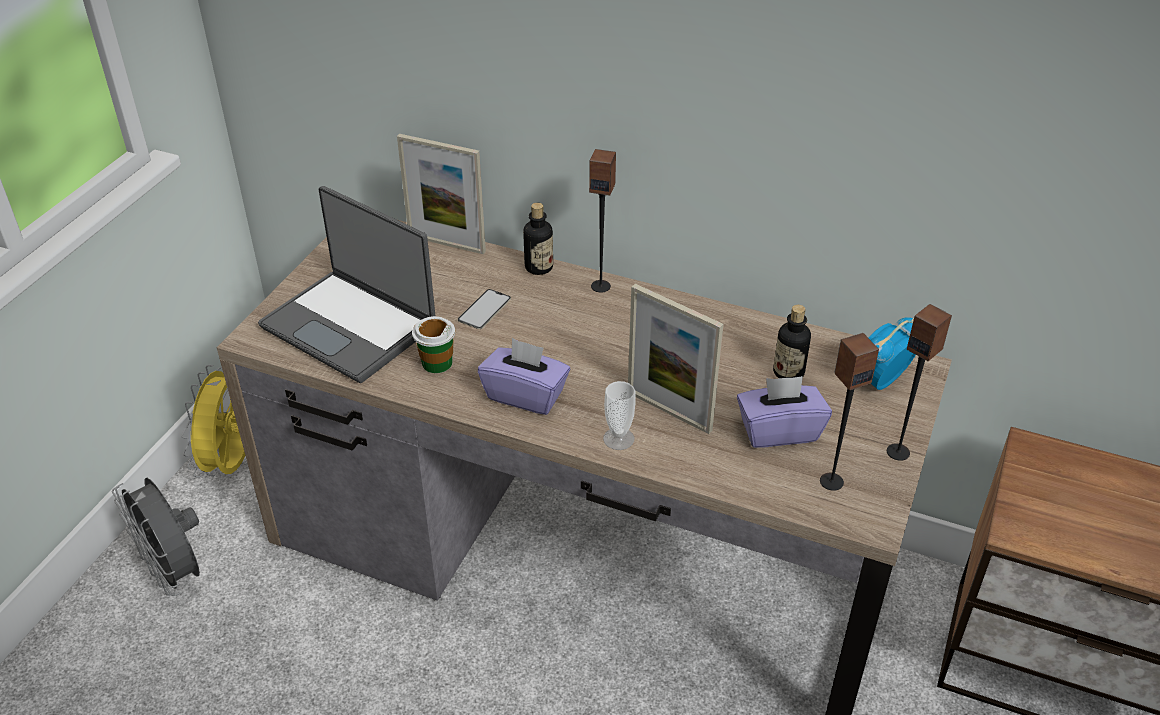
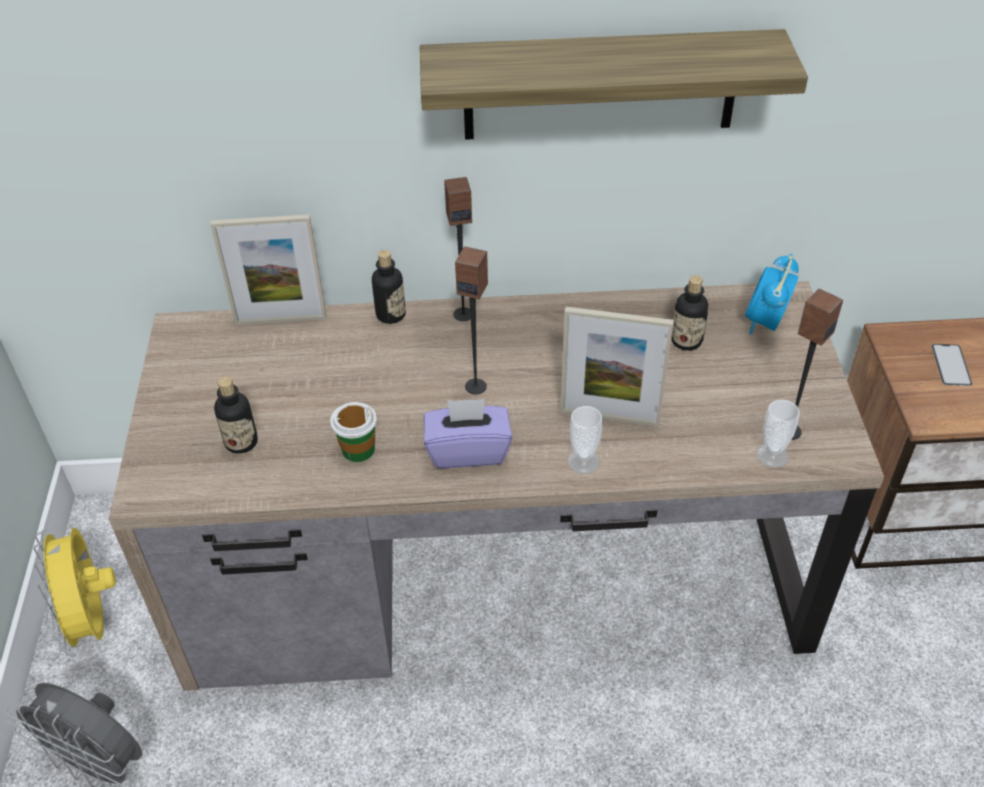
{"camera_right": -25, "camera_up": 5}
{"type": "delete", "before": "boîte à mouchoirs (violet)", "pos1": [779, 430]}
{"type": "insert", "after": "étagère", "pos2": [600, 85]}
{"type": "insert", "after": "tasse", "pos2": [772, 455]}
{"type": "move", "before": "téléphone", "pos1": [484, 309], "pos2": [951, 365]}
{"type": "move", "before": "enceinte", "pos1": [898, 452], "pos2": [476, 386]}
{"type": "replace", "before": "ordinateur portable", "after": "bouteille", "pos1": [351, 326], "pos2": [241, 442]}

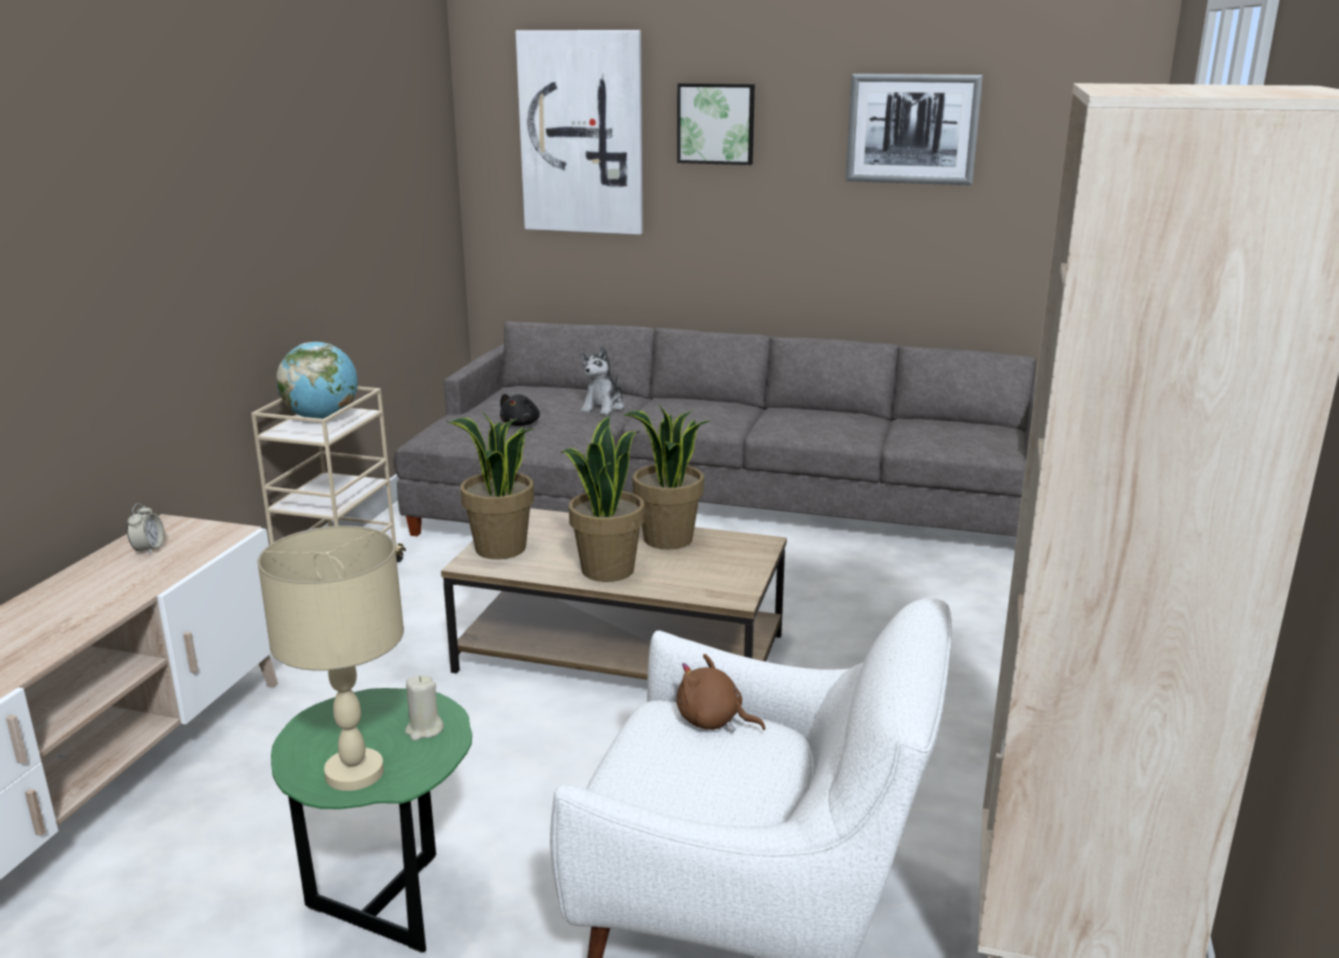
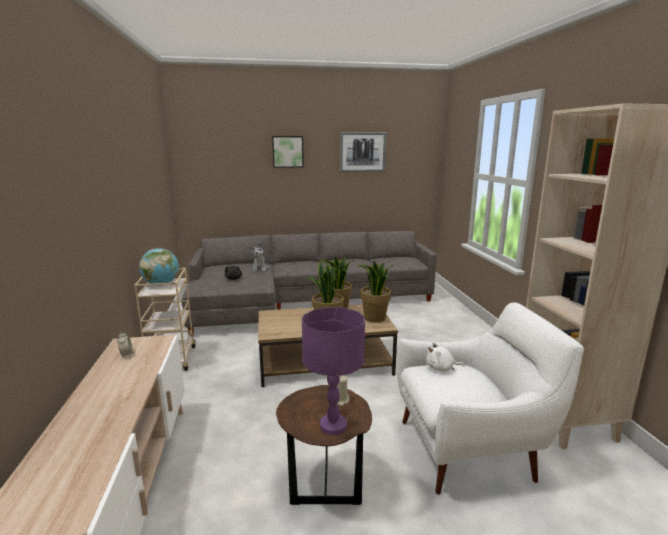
{"camera_right": -25, "camera_up": -5}
{"type": "delete", "before": "tableau", "pos1": [582, 133]}
{"type": "move", "before": "plante en pot", "pos1": [500, 549], "pos2": [374, 318]}
{"type": "recolor", "before": "lampe de table (beige)", "after": "lampe de table (violet)", "pos1": [353, 773], "pos2": [332, 426]}
{"type": "recolor", "before": "table d'appoint (vert)", "after": "table d'appoint (marron)", "pos1": [390, 899], "pos2": [325, 487]}
{"type": "recolor", "before": "peluche (marron)", "after": "peluche (blanc)", "pos1": [713, 721], "pos2": [441, 368]}

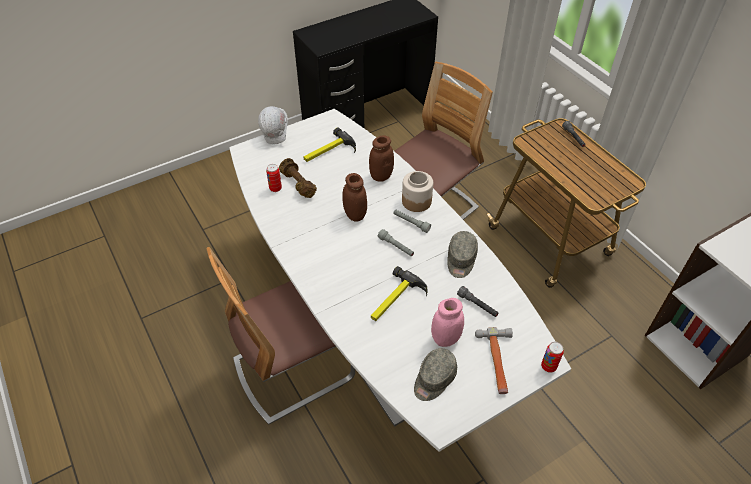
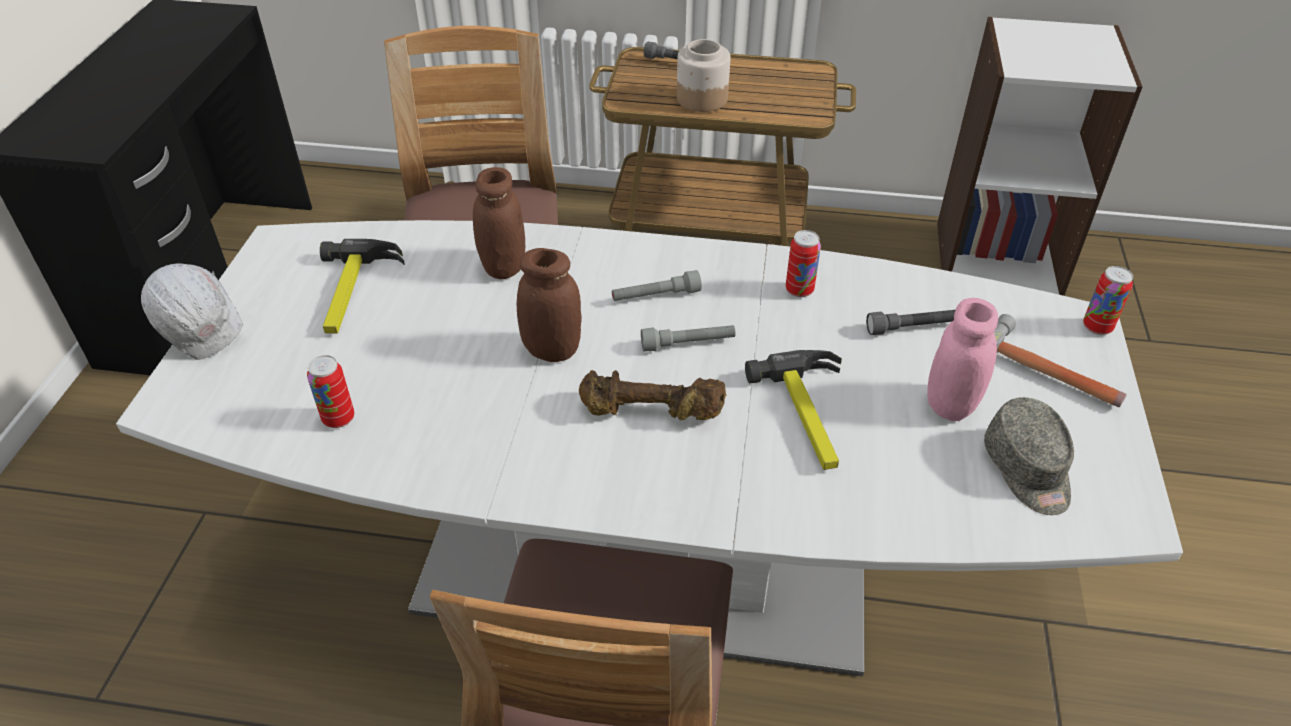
{"camera_right": -50, "camera_up": -5}
{"type": "move", "before": "haltère (marron)", "pos1": [297, 184], "pos2": [651, 412]}
{"type": "move", "before": "bocal", "pos1": [416, 201], "pos2": [701, 99]}
{"type": "replace", "before": "casquette (gris)", "after": "boîte métallique", "pos1": [461, 260], "pos2": [799, 290]}

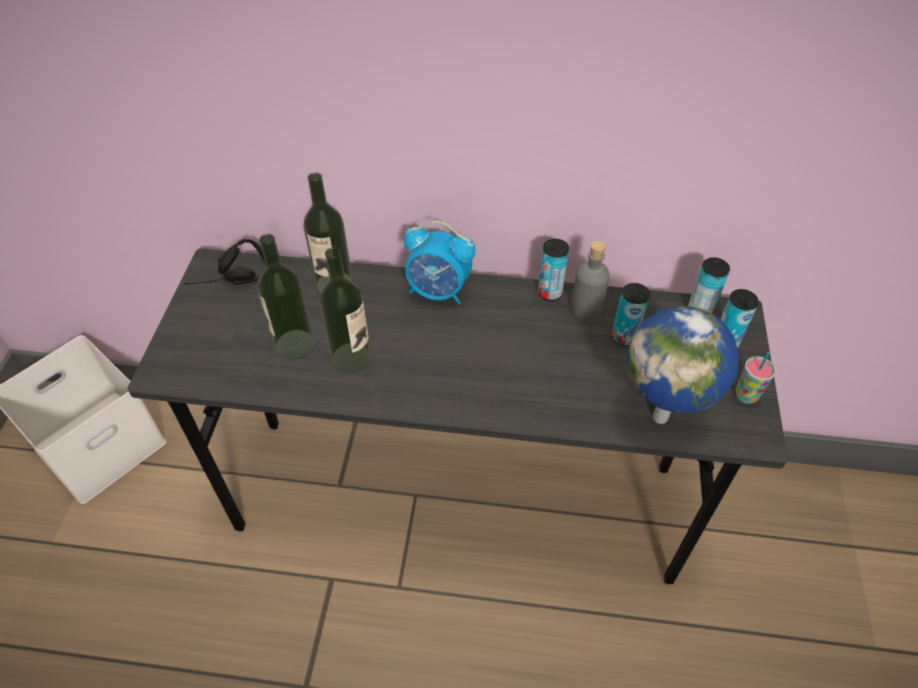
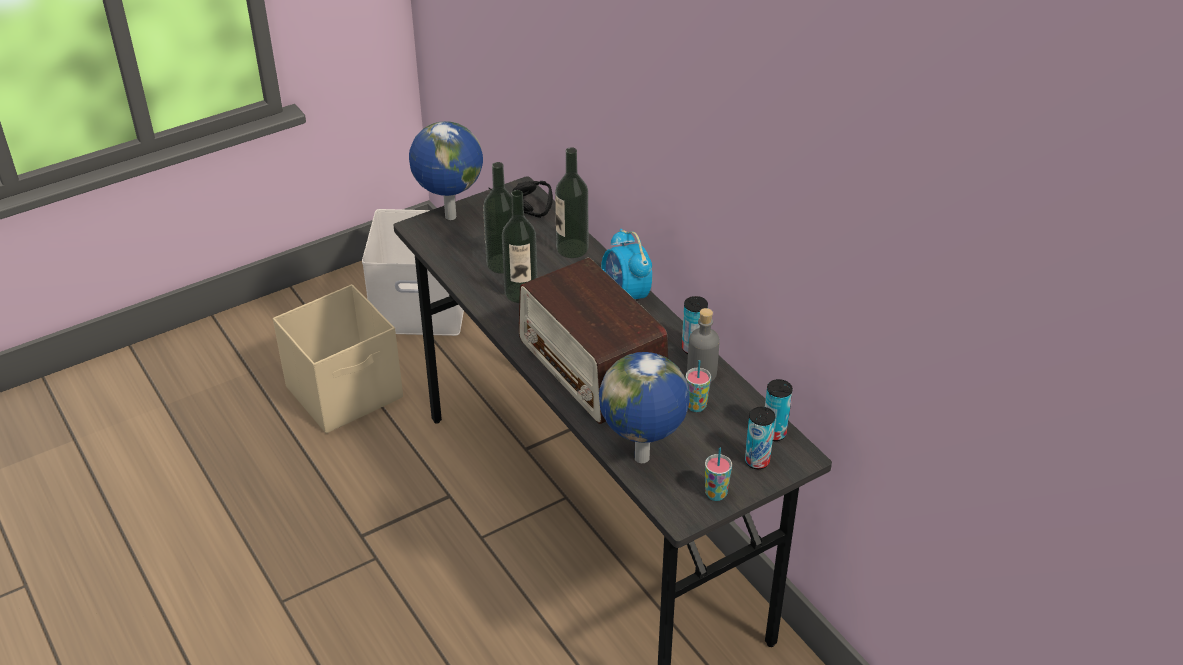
{"camera_right": 50, "camera_up": -10}
{"type": "insert", "after": "boîte de rangement (beige)", "pos2": [346, 393]}
{"type": "insert", "after": "globe", "pos2": [449, 217]}
{"type": "insert", "after": "radio", "pos2": [592, 367]}
{"type": "replace", "before": "boîte métallique", "after": "tasse", "pos1": [624, 337], "pos2": [696, 406]}

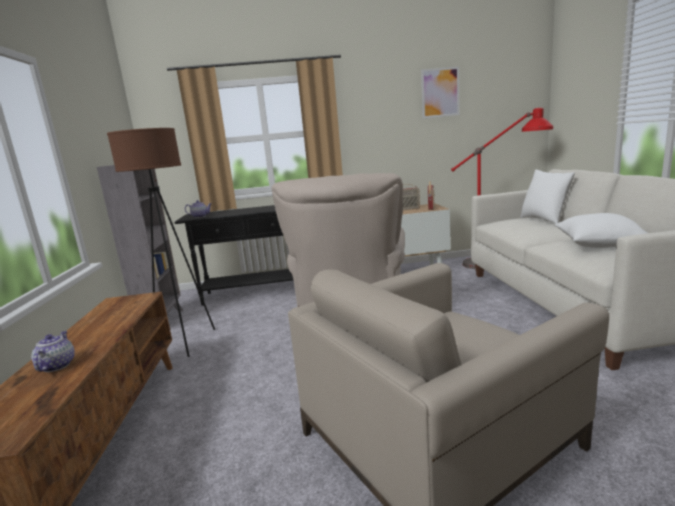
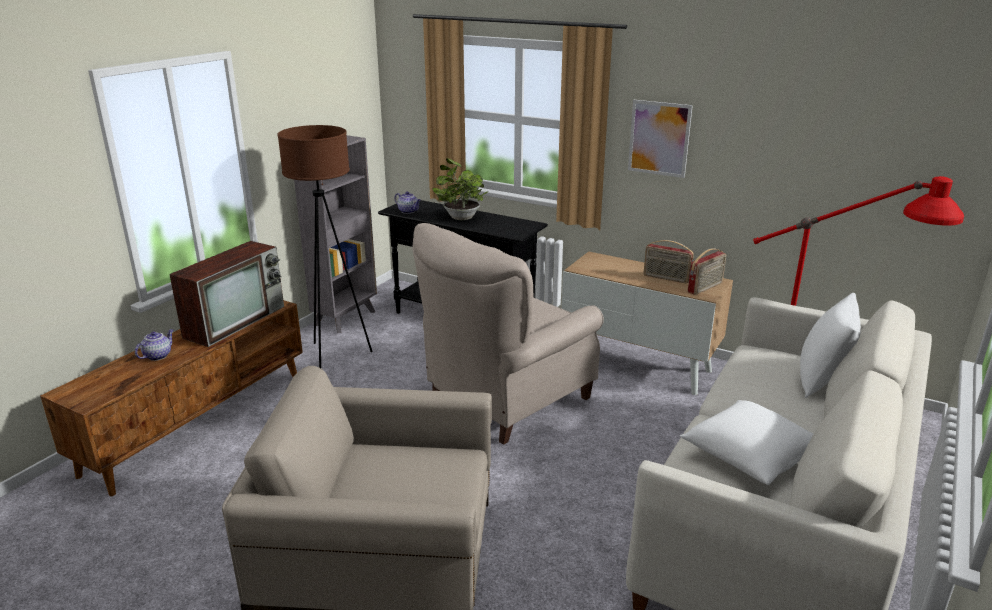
{"camera_right": 35, "camera_up": 10}
{"type": "insert", "after": "téléviseur", "pos2": [236, 321]}
{"type": "insert", "after": "plante en pot", "pos2": [460, 217]}
{"type": "move", "before": "tableau", "pos1": [440, 92], "pos2": [659, 138]}

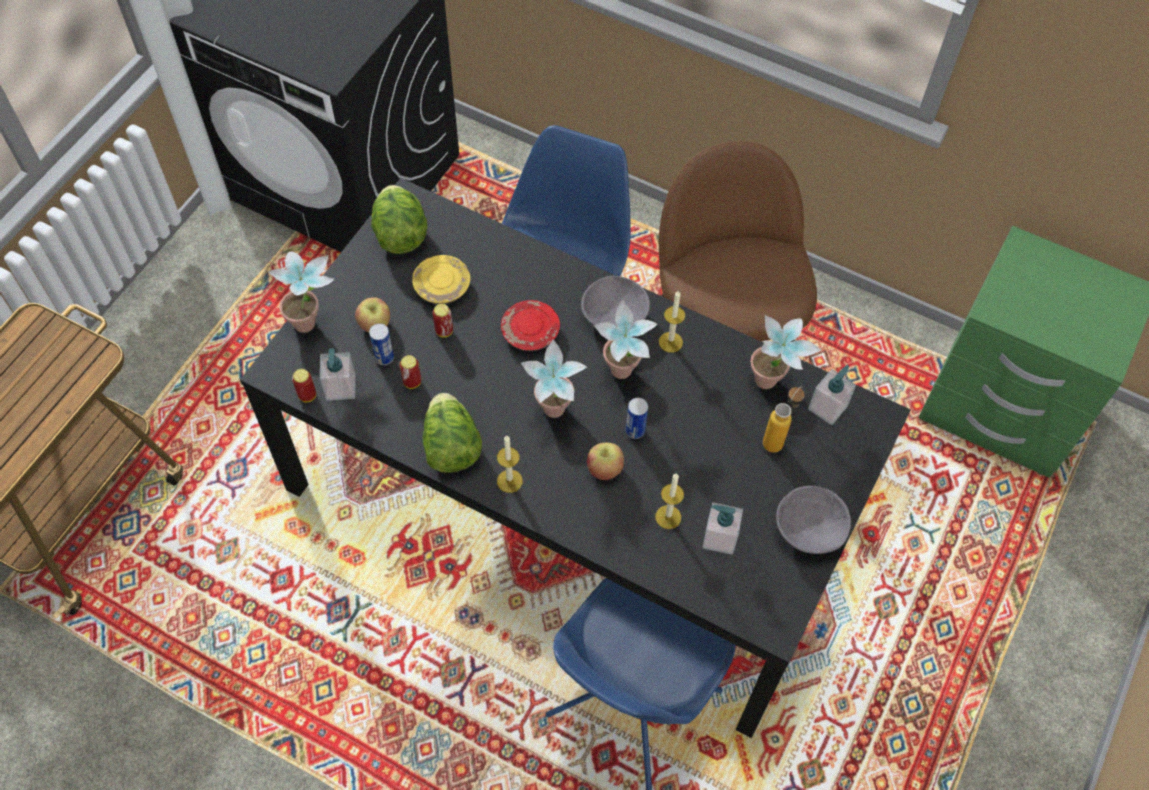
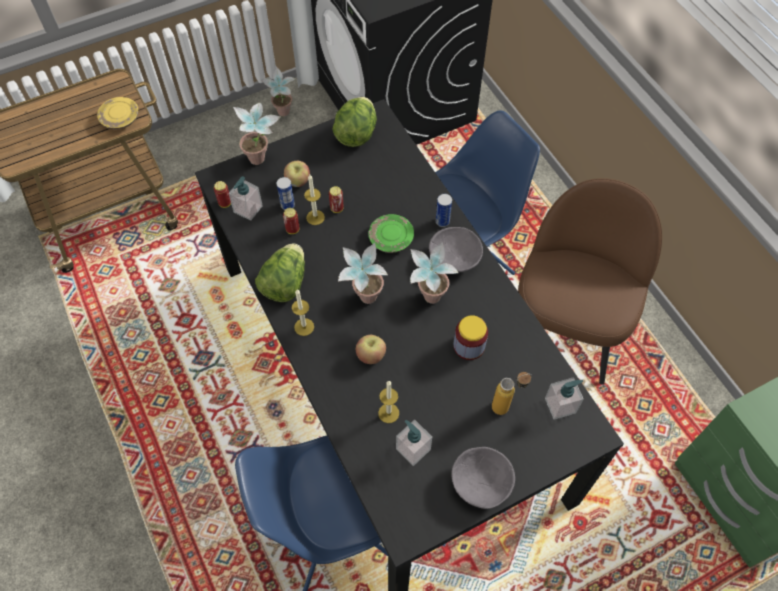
{"camera_right": 35, "camera_up": 0}
{"type": "insert", "after": "bocal", "pos2": [469, 346]}
{"type": "move", "before": "assiette (jaune)", "pos1": [442, 286], "pos2": [120, 118]}
{"type": "move", "before": "boîte métallique", "pos1": [635, 431], "pos2": [442, 221]}
{"type": "move", "before": "bougie", "pos1": [670, 342], "pos2": [315, 217]}
{"type": "move", "before": "plante en pot", "pos1": [771, 386], "pos2": [283, 115]}
{"type": "recolor", "before": "assiette (rouge)", "after": "assiette (vert)", "pos1": [530, 332], "pos2": [391, 239]}

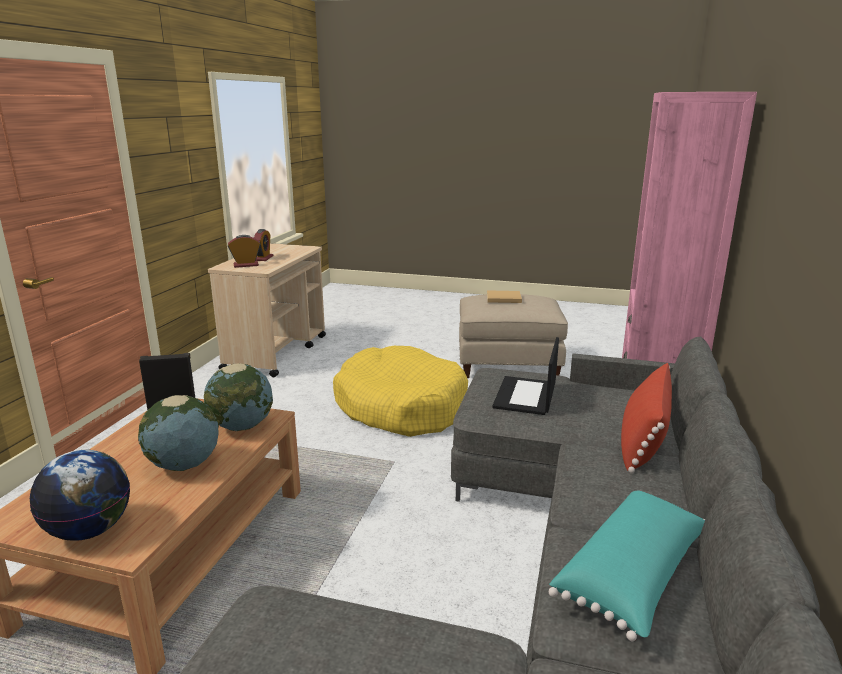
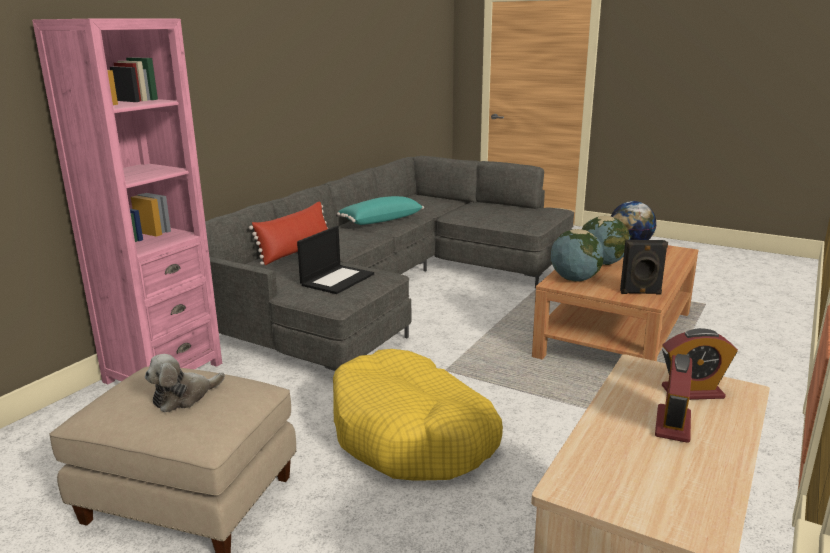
{"camera_right": -165, "camera_up": 0}
{"type": "replace", "before": "livre (beige)", "after": "peluche", "pos1": [502, 298], "pos2": [184, 397]}

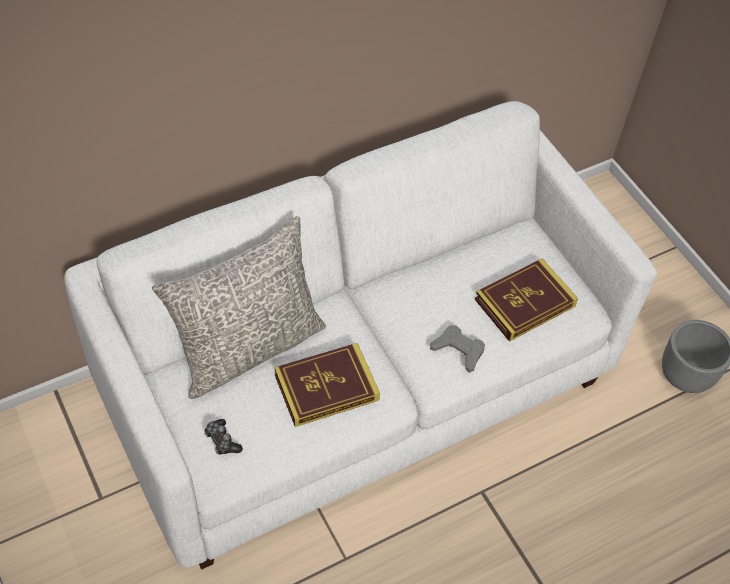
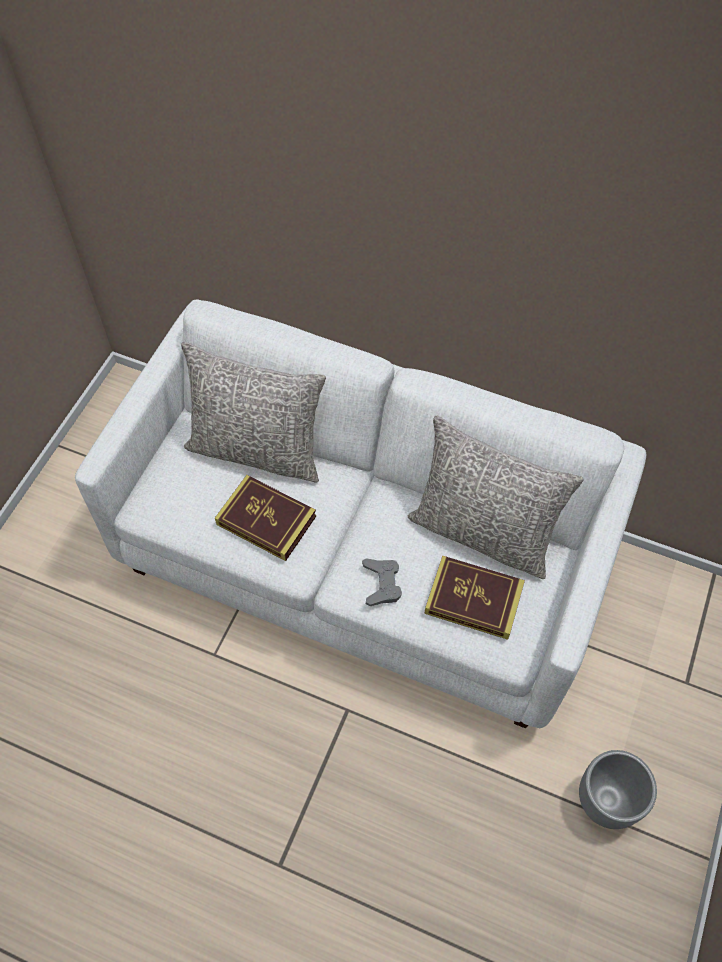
{"camera_right": 55, "camera_up": 5}
{"type": "delete", "before": "manette", "pos1": [222, 441]}
{"type": "insert", "after": "coussin (gris)", "pos2": [483, 532]}

